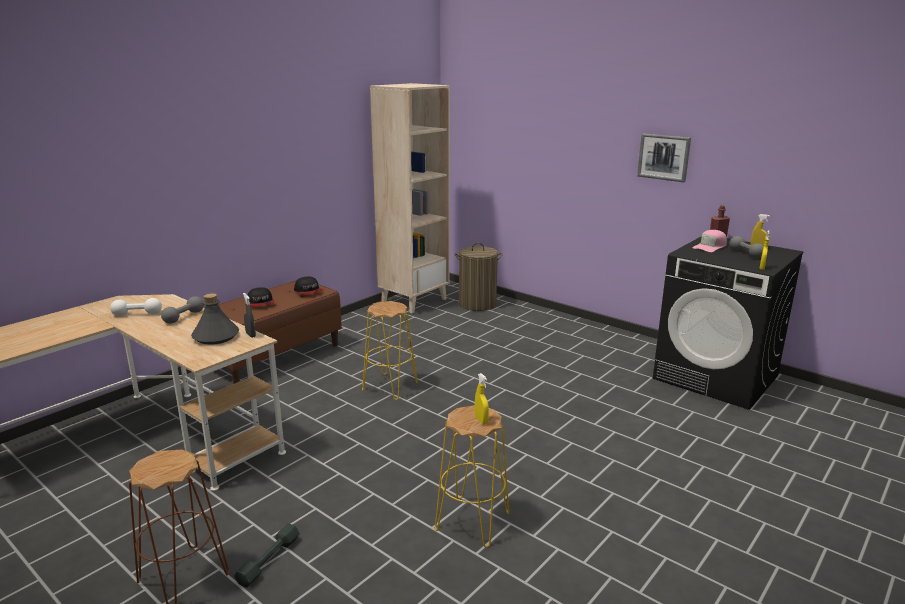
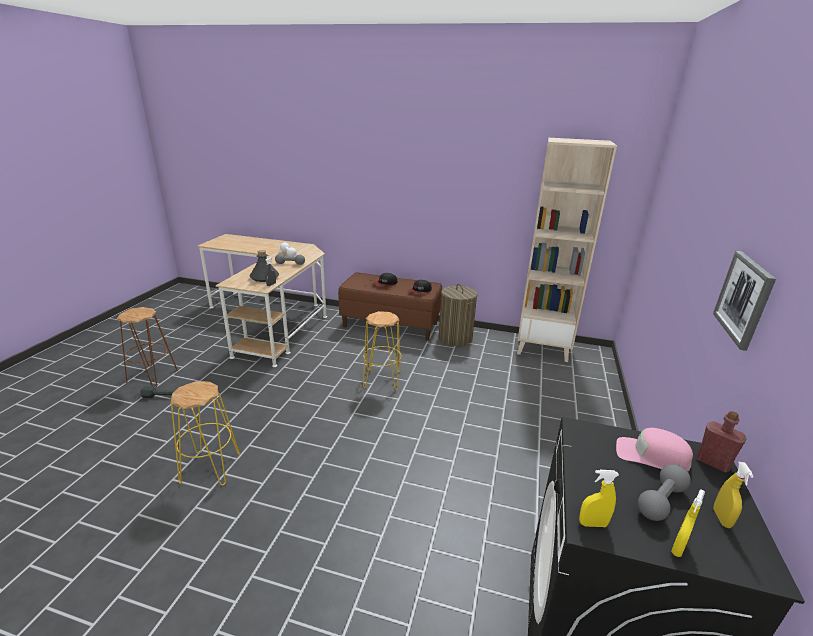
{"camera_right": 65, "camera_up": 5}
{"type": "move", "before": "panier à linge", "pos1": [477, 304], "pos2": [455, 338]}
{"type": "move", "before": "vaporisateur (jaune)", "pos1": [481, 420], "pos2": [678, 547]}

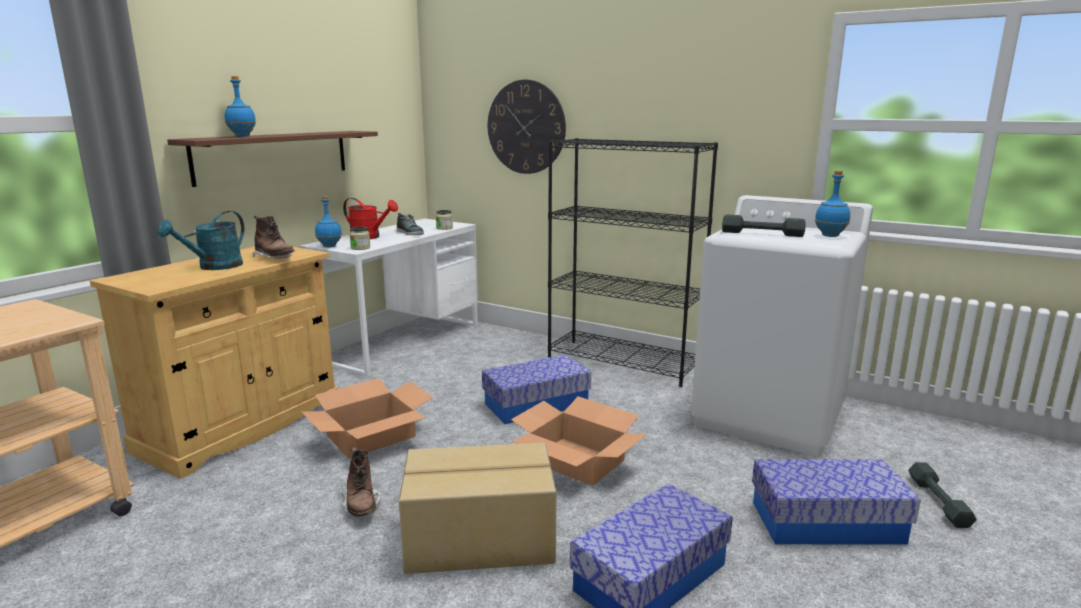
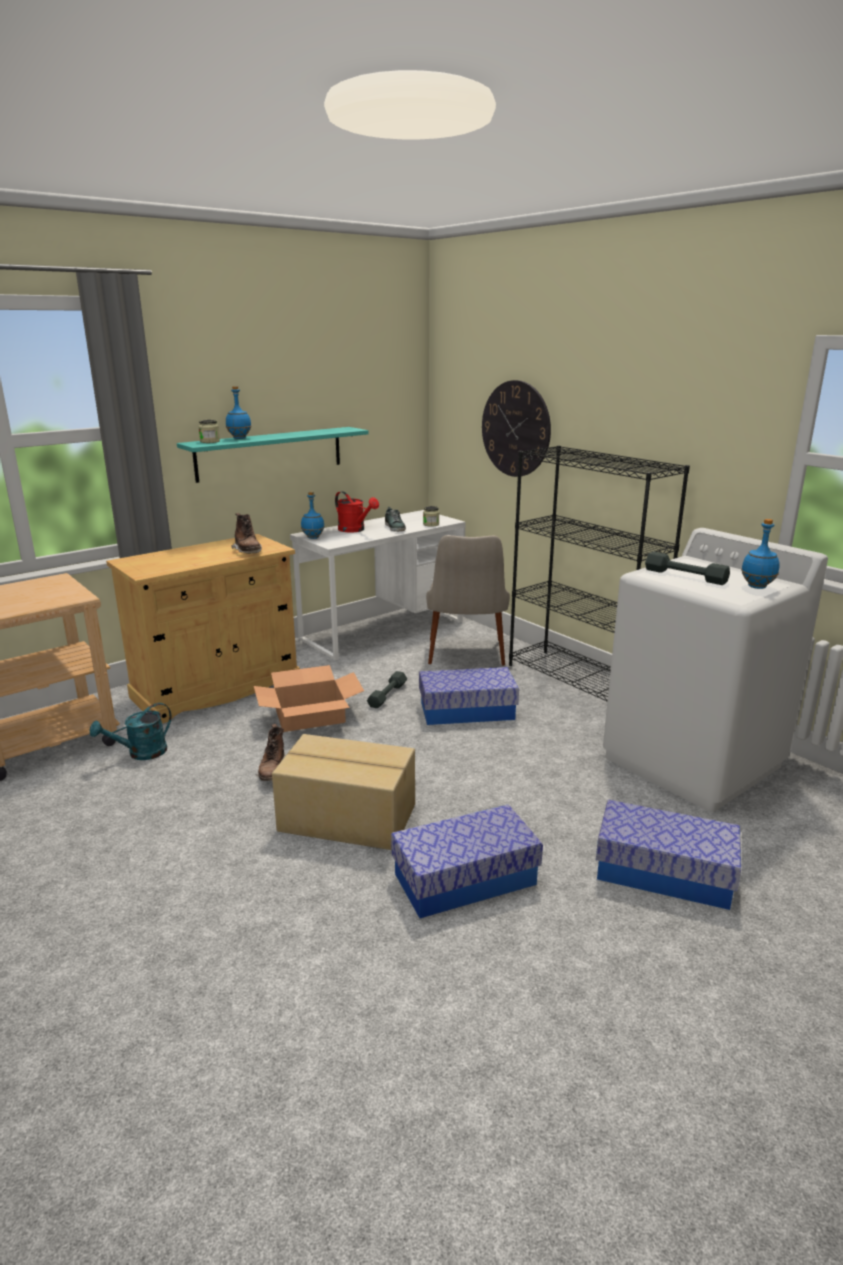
{"camera_right": 20, "camera_up": 5}
{"type": "delete", "before": "carton", "pos1": [576, 461]}
{"type": "insert", "after": "chaise (beige)", "pos2": [466, 658]}
{"type": "move", "before": "arrosoir (turquoise)", "pos1": [214, 267], "pos2": [141, 753]}
{"type": "move", "before": "bocal", "pos1": [360, 248], "pos2": [210, 441]}
{"type": "move", "before": "haltère (gris)", "pos1": [939, 501], "pos2": [387, 695]}
{"type": "recolor", "before": "étagère (marron)", "after": "étagère (turquoise)", "pos1": [274, 156], "pos2": [270, 453]}

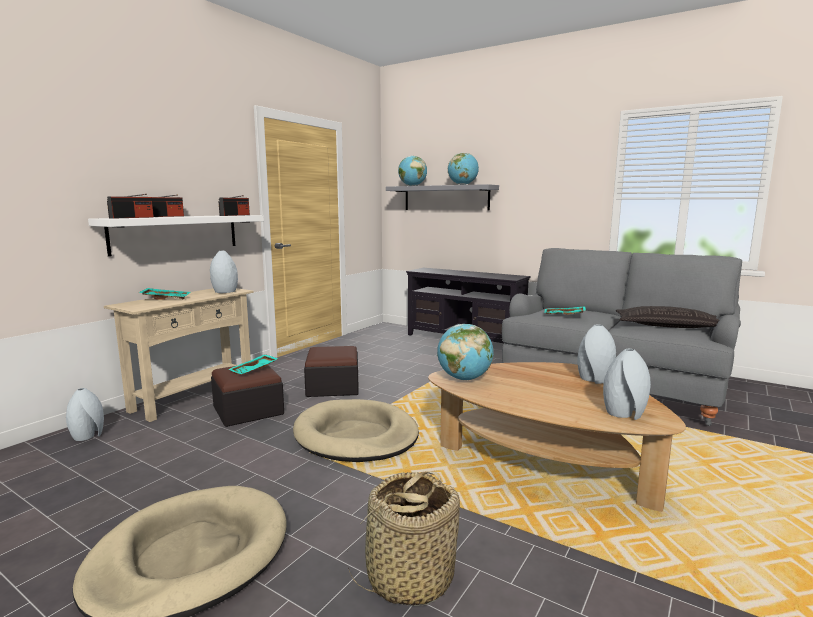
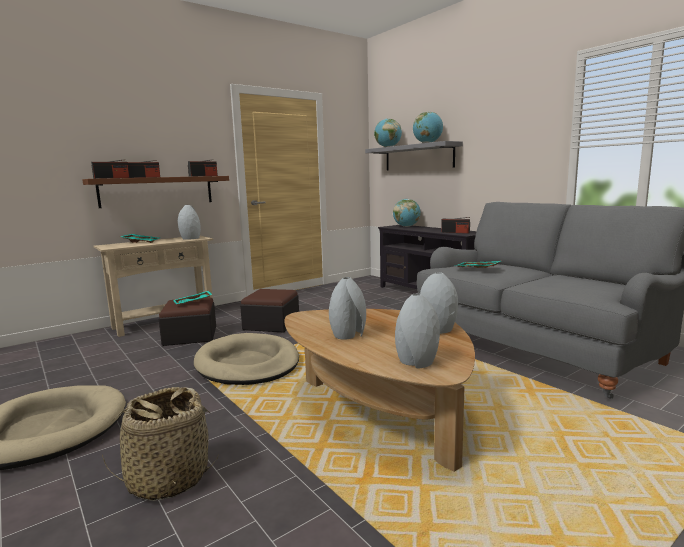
{"camera_right": 20, "camera_up": 0}
{"type": "delete", "before": "coussin", "pos1": [668, 326]}
{"type": "insert", "after": "radio", "pos2": [455, 232]}
{"type": "move", "before": "vase (gris)", "pos1": [89, 436], "pos2": [349, 335]}
{"type": "move", "before": "globe", "pos1": [464, 378], "pos2": [406, 226]}
{"type": "recolor", "before": "étagère (blanc)", "after": "étagère (marron)", "pos1": [176, 233], "pos2": [157, 191]}

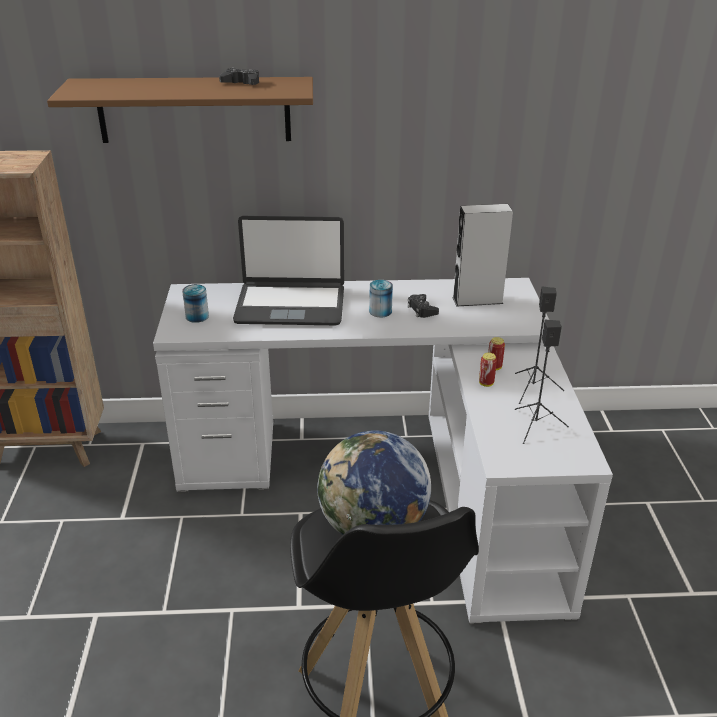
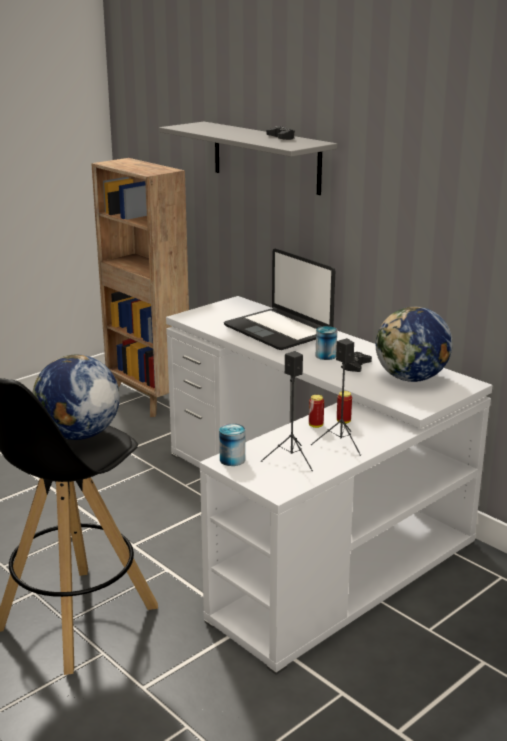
{"camera_right": 50, "camera_up": -10}
{"type": "move", "before": "boîte métallique", "pos1": [197, 316], "pos2": [232, 459]}
{"type": "replace", "before": "enceinte (gris)", "after": "globe", "pos1": [477, 300], "pos2": [411, 378]}
{"type": "recolor", "before": "étagère (marron)", "after": "étagère (gris)", "pos1": [194, 110], "pos2": [266, 157]}

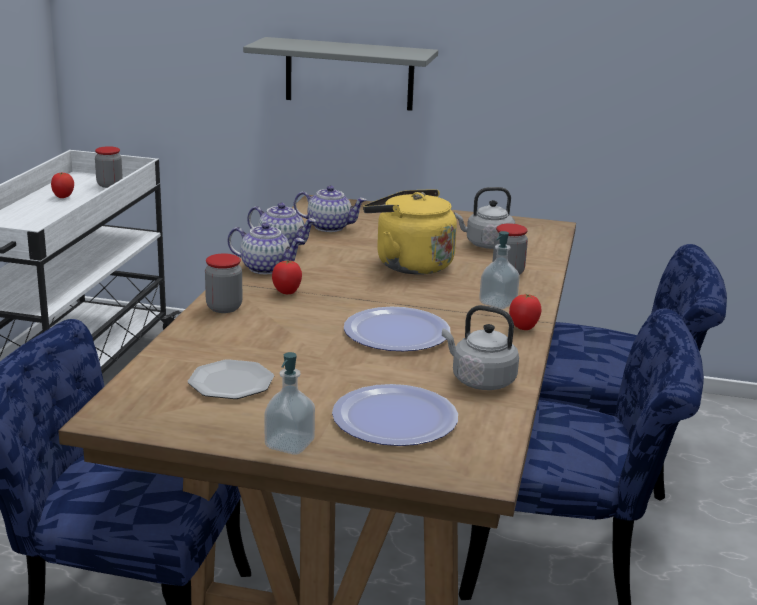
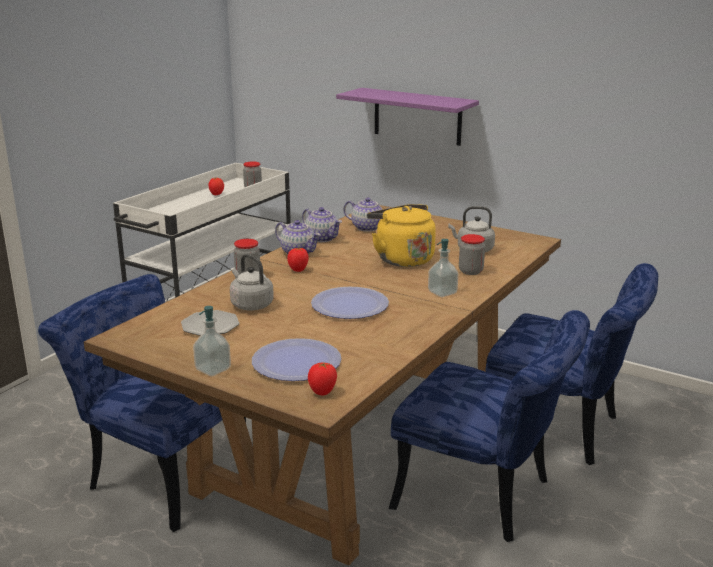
{"camera_right": 20, "camera_up": 0}
{"type": "move", "before": "bouilloire (gris)", "pos1": [480, 380], "pos2": [250, 304]}
{"type": "move", "before": "tomate", "pos1": [524, 328], "pos2": [322, 393]}
{"type": "recolor", "before": "étagère (gris)", "after": "étagère (violet)", "pos1": [349, 74], "pos2": [417, 116]}

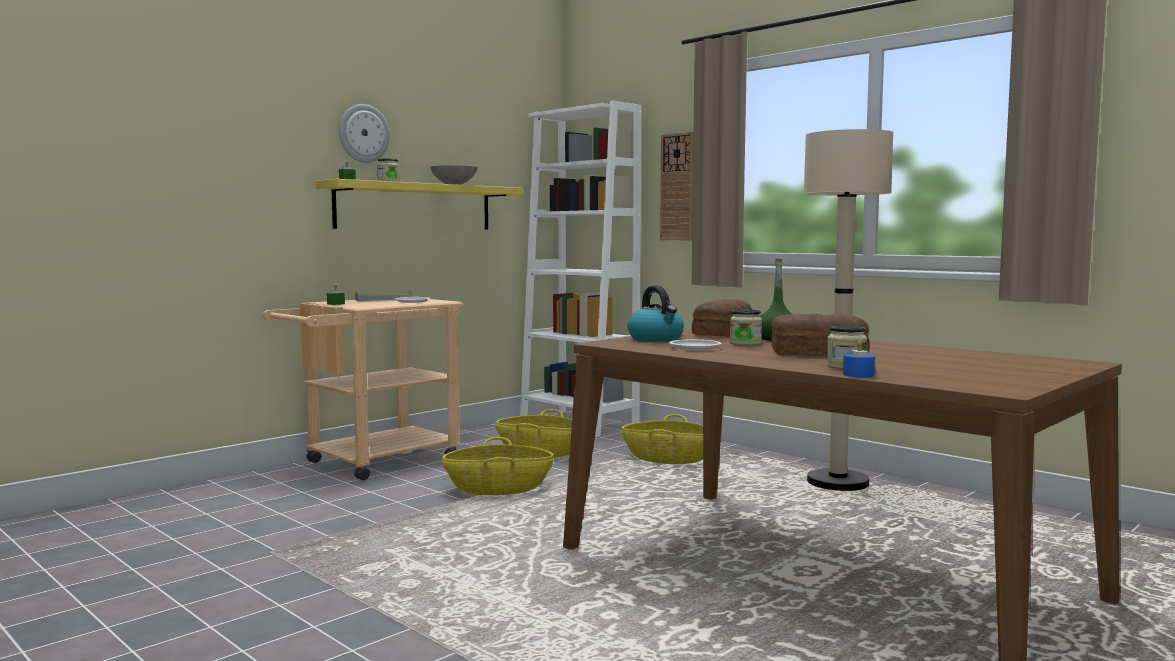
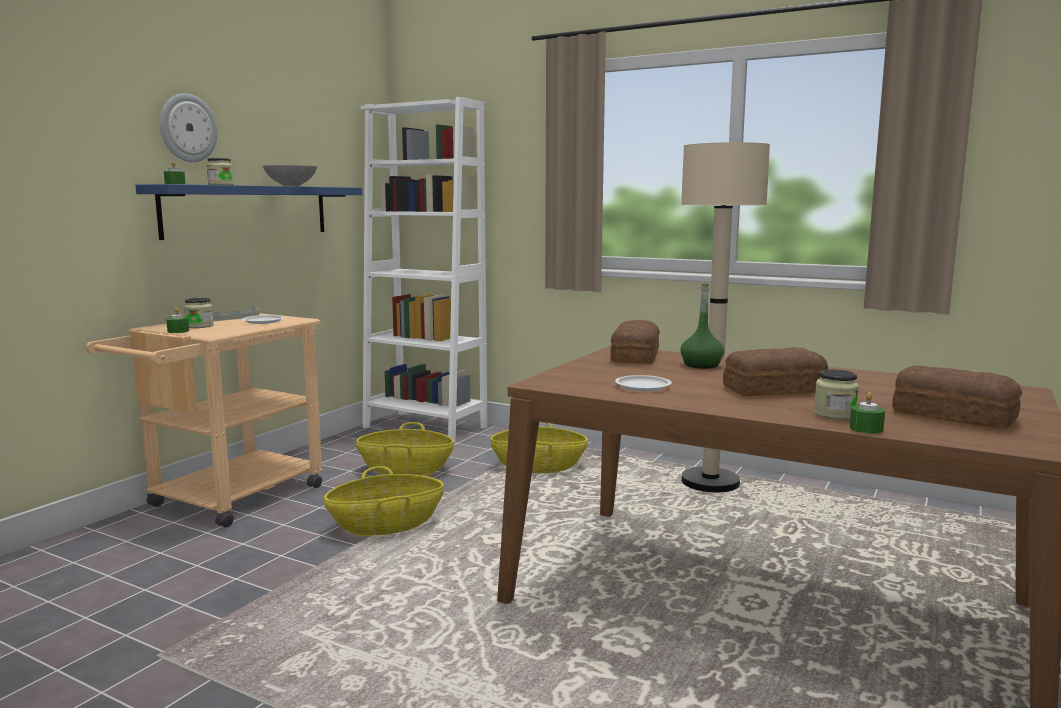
{"camera_right": -15, "camera_up": 5}
{"type": "delete", "before": "bouilloire", "pos1": [656, 339]}
{"type": "delete", "before": "horloge murale", "pos1": [677, 187]}
{"type": "insert", "after": "pain", "pos2": [952, 415]}
{"type": "move", "before": "bocal", "pos1": [745, 343], "pos2": [200, 326]}
{"type": "recolor", "before": "étagère (jaune)", "after": "étagère (bleu)", "pos1": [415, 207], "pos2": [248, 211]}
{"type": "recolor", "before": "bougie (bleu)", "after": "bougie (vert)", "pos1": [858, 375], "pos2": [866, 428]}

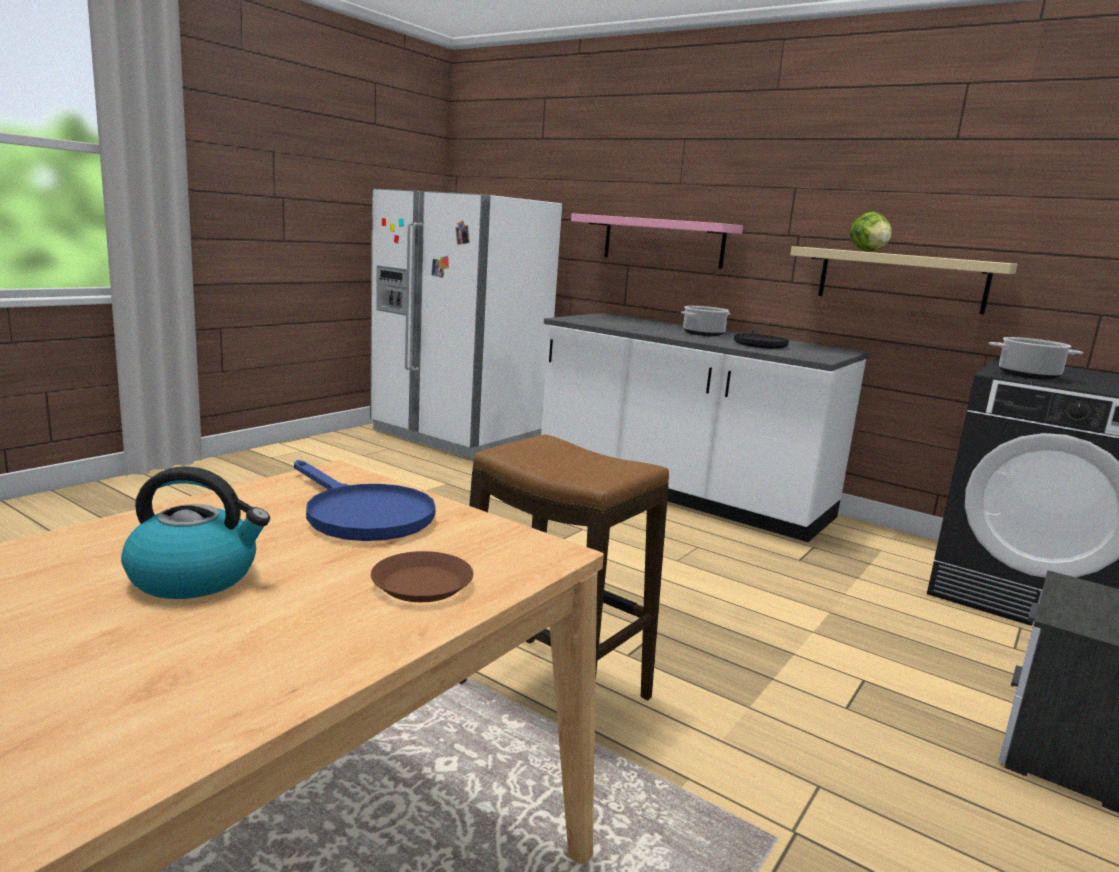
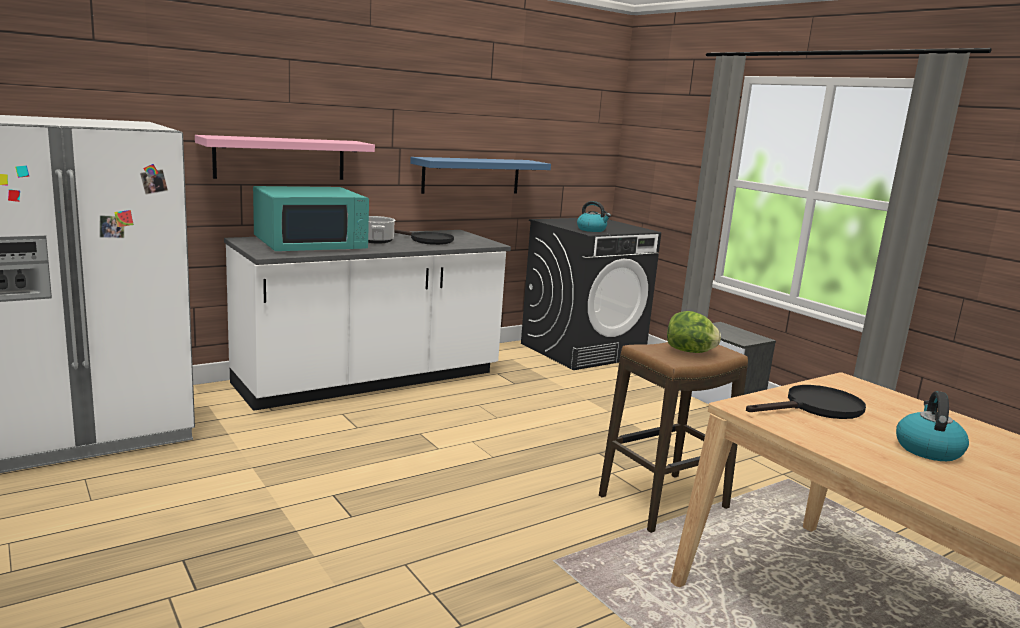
{"camera_right": -70, "camera_up": 0}
{"type": "delete", "before": "assiette (marron)", "pos1": [422, 584]}
{"type": "insert", "after": "micro-ondes (turquoise)", "pos2": [311, 243]}
{"type": "move", "before": "laitue", "pos1": [868, 251], "pos2": [690, 352]}
{"type": "replace", "before": "marmite", "after": "bouilloire", "pos1": [1029, 375], "pos2": [592, 230]}
{"type": "recolor", "before": "poêle (bleu)", "after": "poêle (noir)", "pos1": [360, 514], "pos2": [816, 408]}
{"type": "recolor", "before": "étagère (beige)", "after": "étagère (bleu)", "pos1": [901, 279], "pos2": [471, 176]}

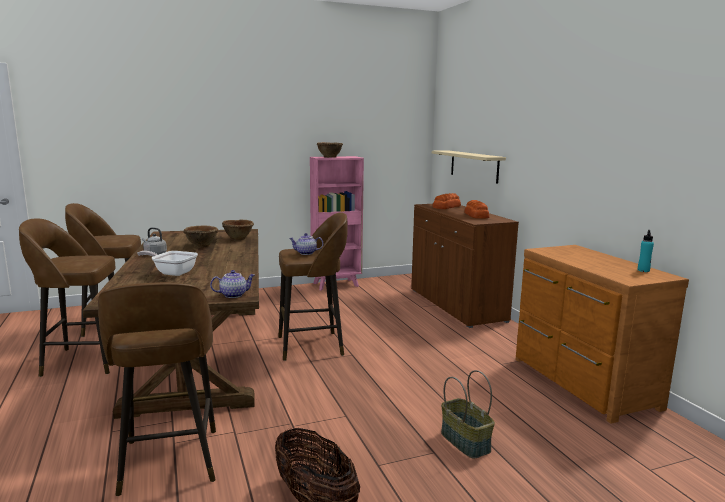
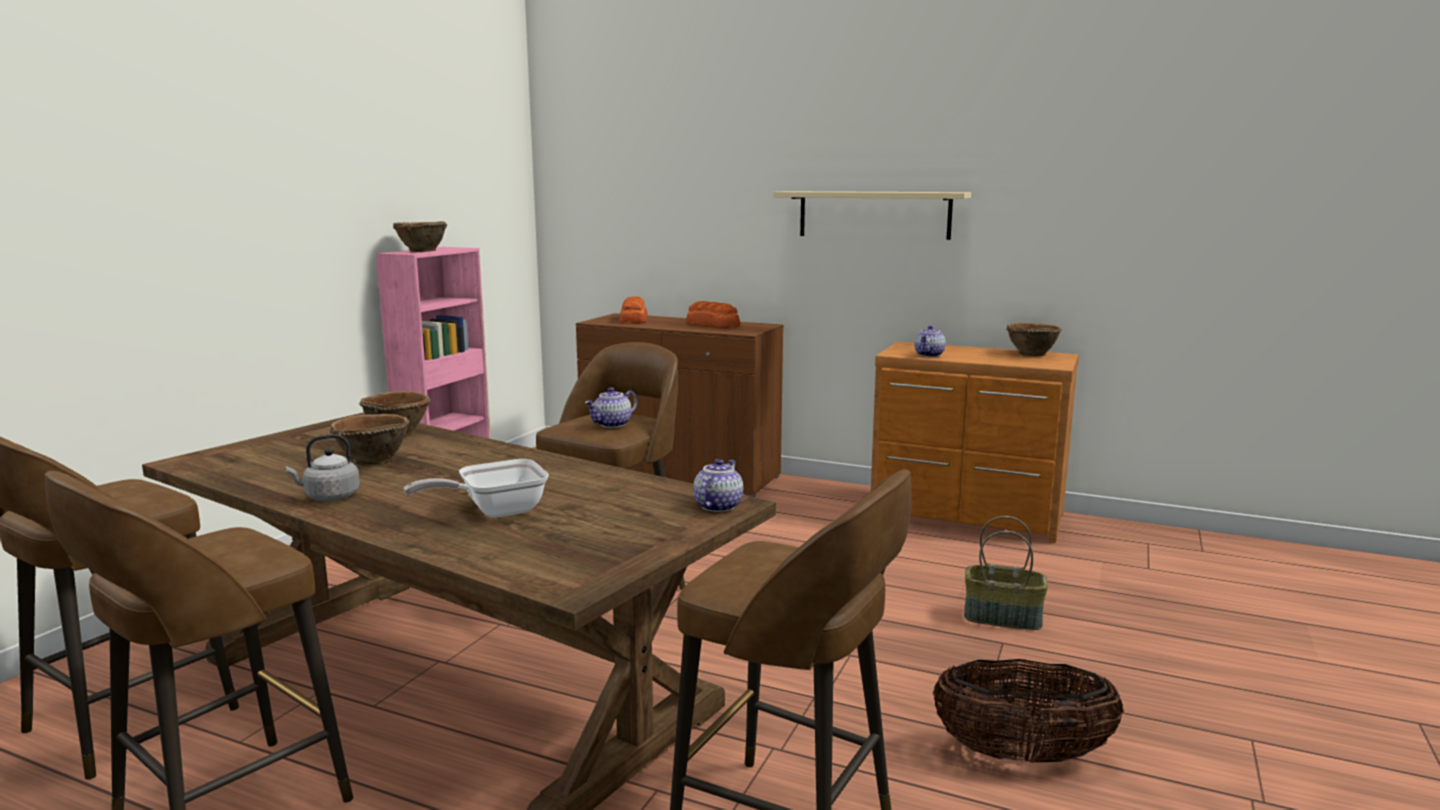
{"camera_right": -45, "camera_up": 0}
{"type": "insert", "after": "théière", "pos2": [930, 355]}
{"type": "move", "before": "étagère (beige)", "pos1": [474, 166], "pos2": [874, 214]}
{"type": "replace", "before": "bouteille (turquoise)", "after": "bol (marron)", "pos1": [643, 270], "pos2": [1031, 354]}

